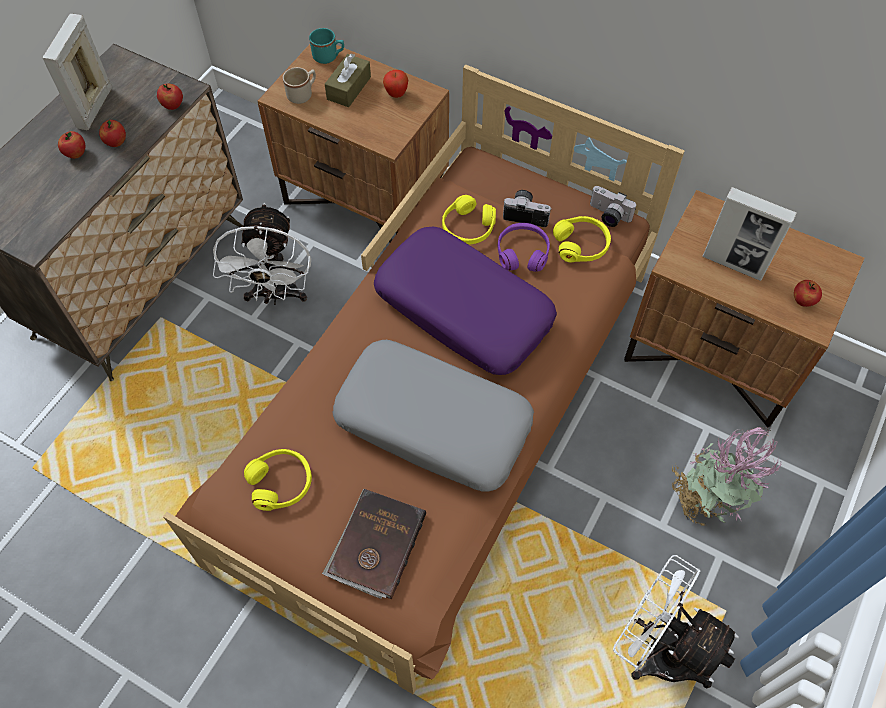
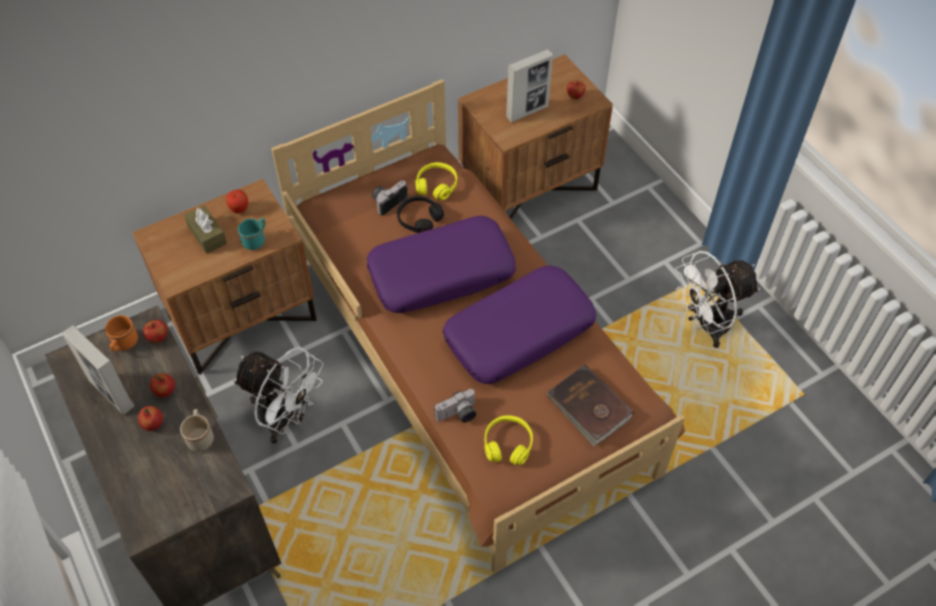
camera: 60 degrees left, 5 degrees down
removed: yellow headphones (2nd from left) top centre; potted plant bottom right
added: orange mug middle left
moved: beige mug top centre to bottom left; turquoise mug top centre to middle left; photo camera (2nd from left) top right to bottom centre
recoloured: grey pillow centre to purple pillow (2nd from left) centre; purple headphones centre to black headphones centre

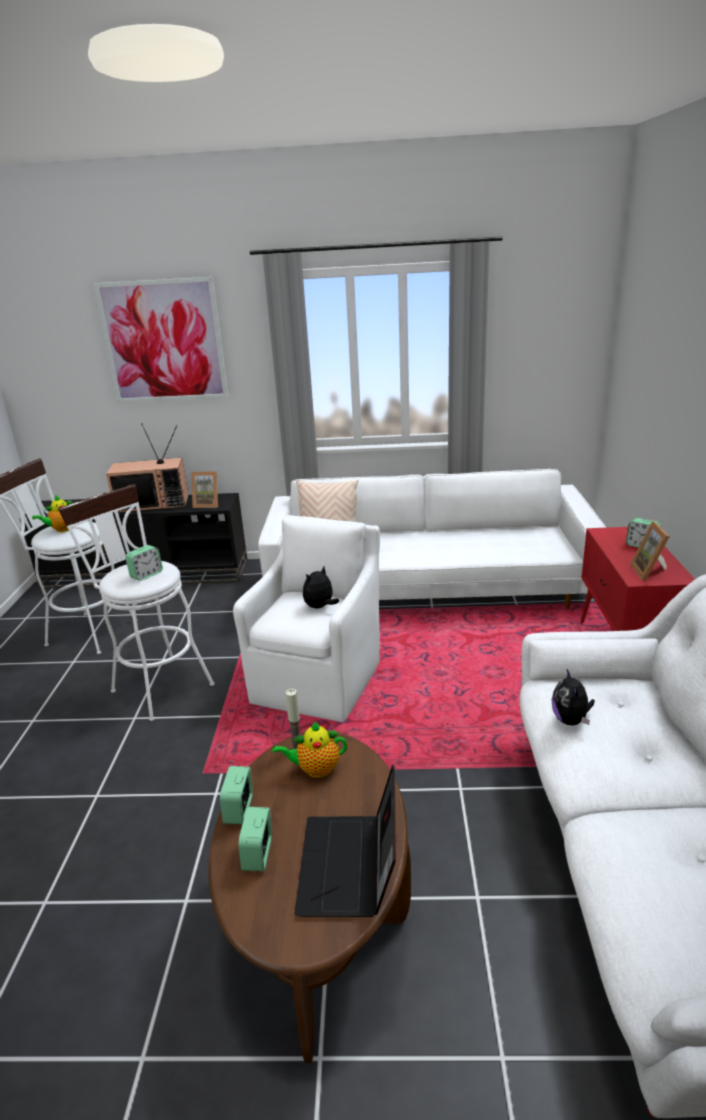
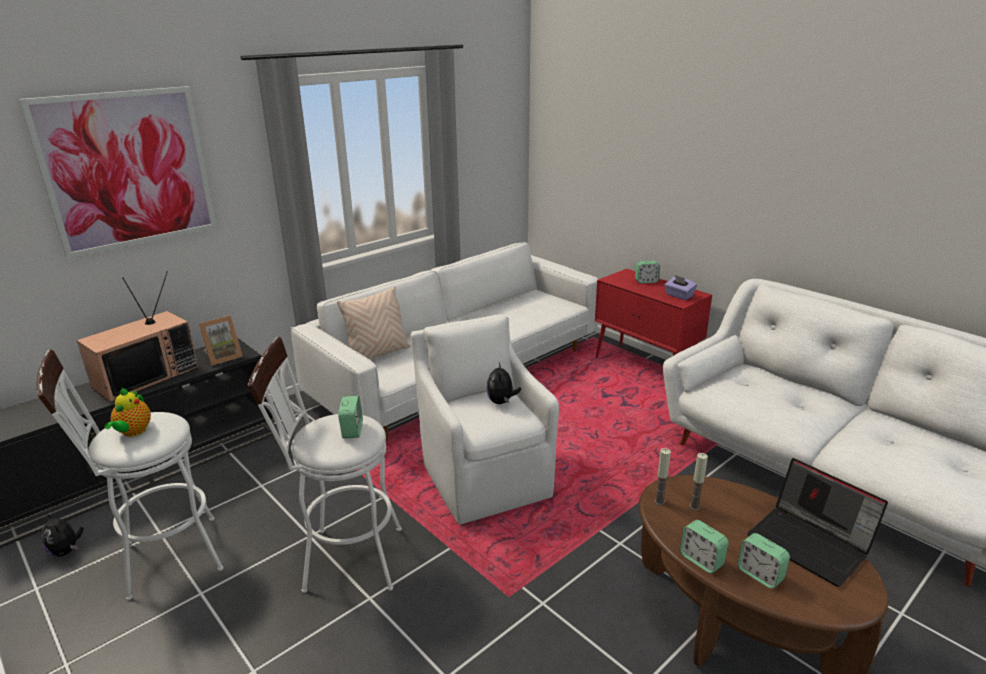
camera: 45 degrees left, 0 degrees up
moved: plush toy (2nd from left in the first image) middle right to plush toy (1st from left) bottom left
replaced: teapot (2nd from left) bottom centre to candle (2nd from left) bottom right; picture frame (2nd from left) middle right to purple tissue box middle right

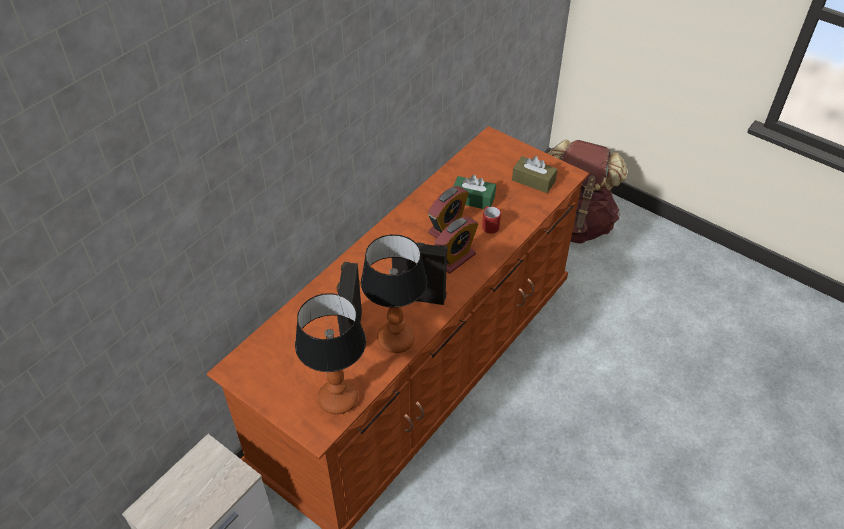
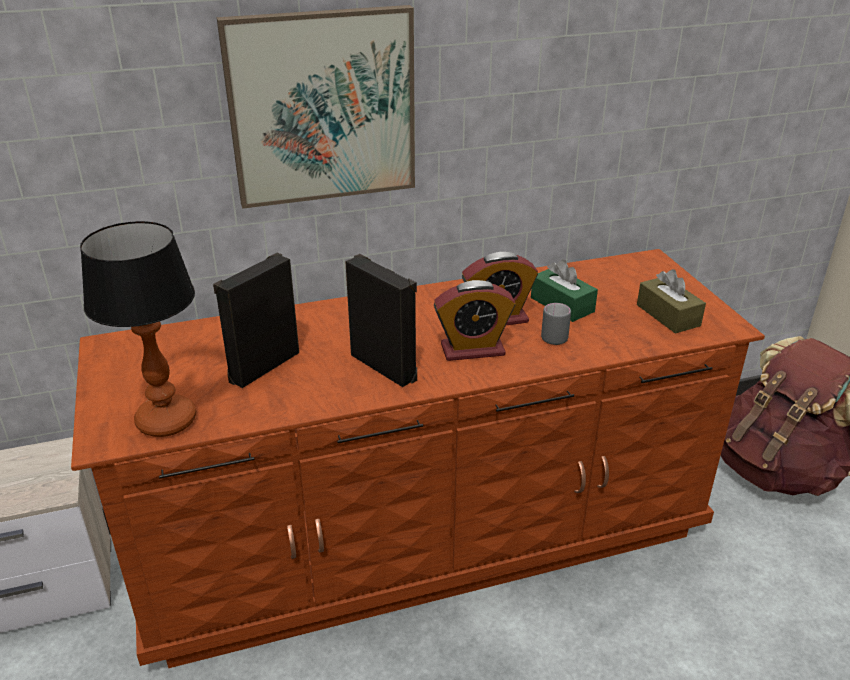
camera: 35 degrees right, 15 degrees down
removed: table lamp (2nd from left) centre
added: picture top centre
recoloured: red mug centre to grey mug centre

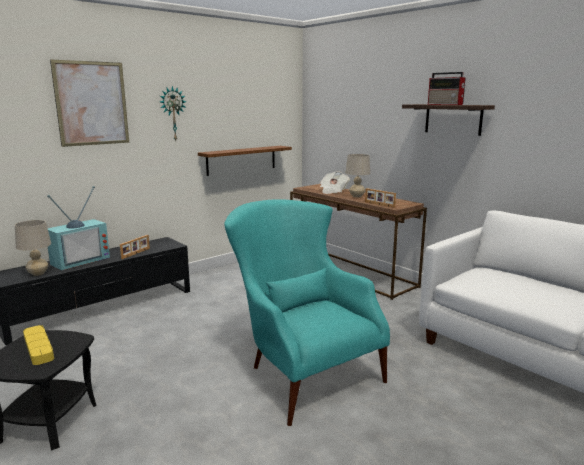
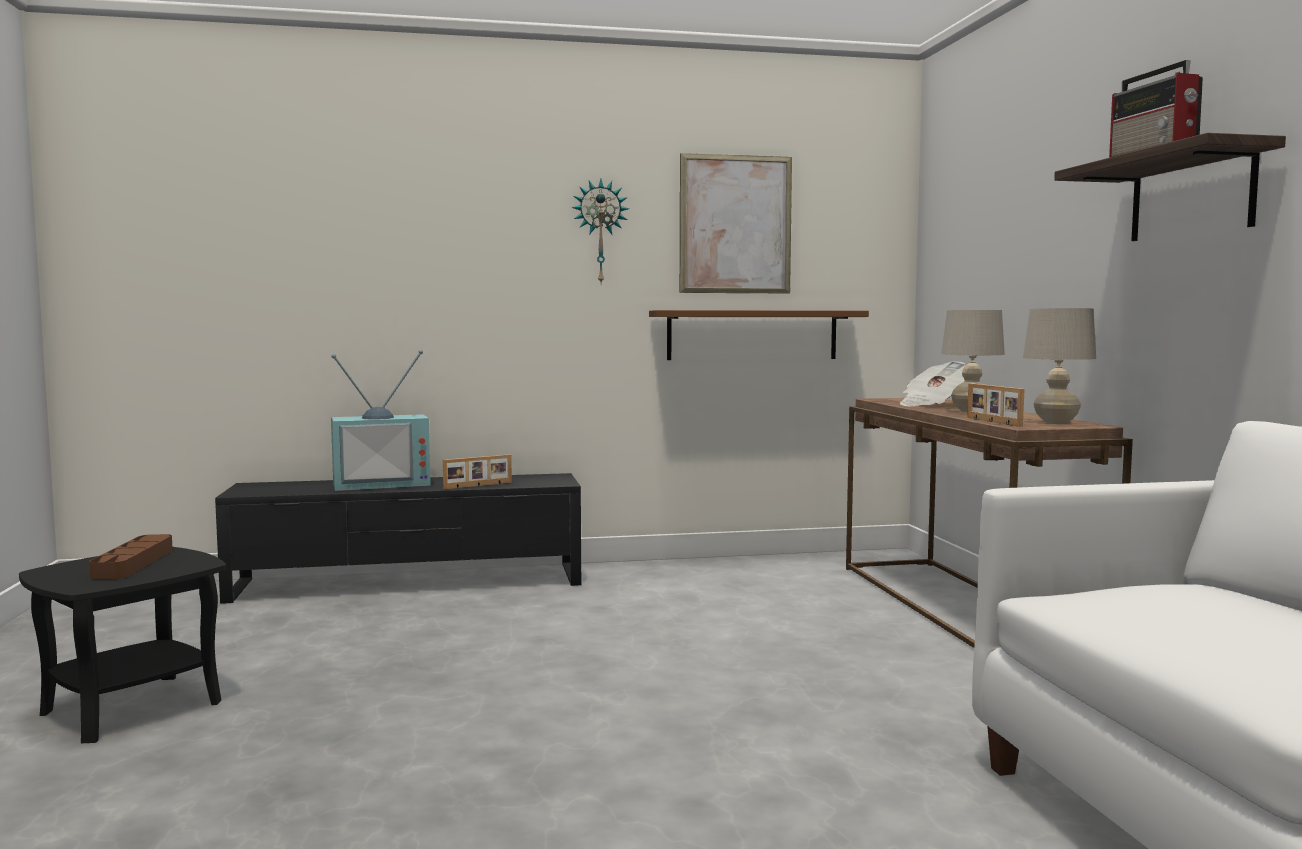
camera: 30 degrees right, 10 degrees down
removed: turquoise armchair bottom centre
moved: beige table lamp (1st from left in the first image) middle left to beige table lamp (2nd from left) middle right; picture top left to top centre
recoloured: yellow tray bottom left to brown tray middle left

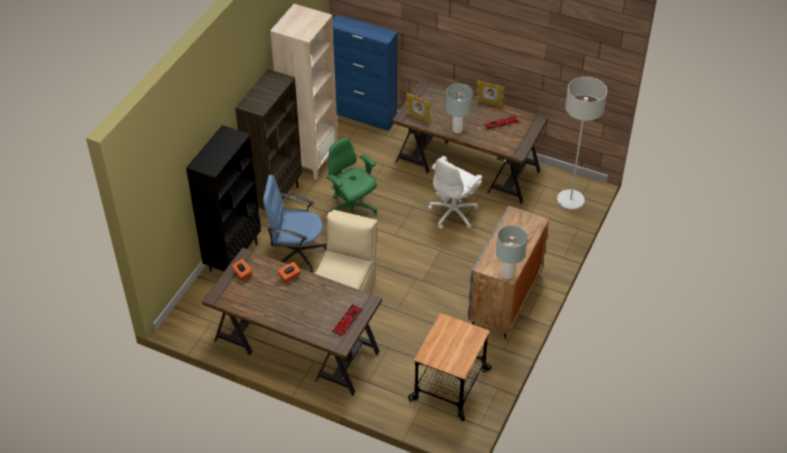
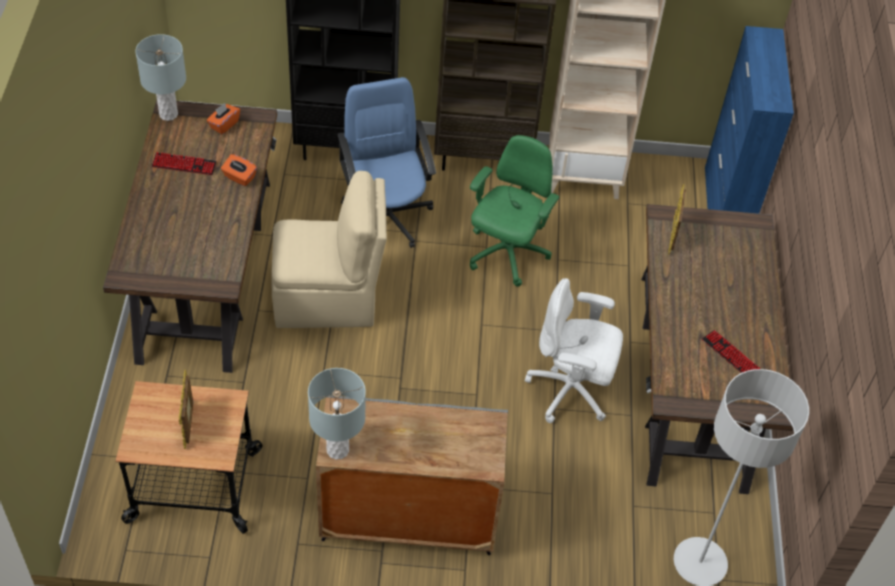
camera: 65 degrees right, 5 degrees up
moved: keyboard (1st from left) bottom centre to top left; grey table lamp (1st from left) top centre to top left; picture frame (2nd from left in the first image) top centre to picture frame (1st from left) bottom left

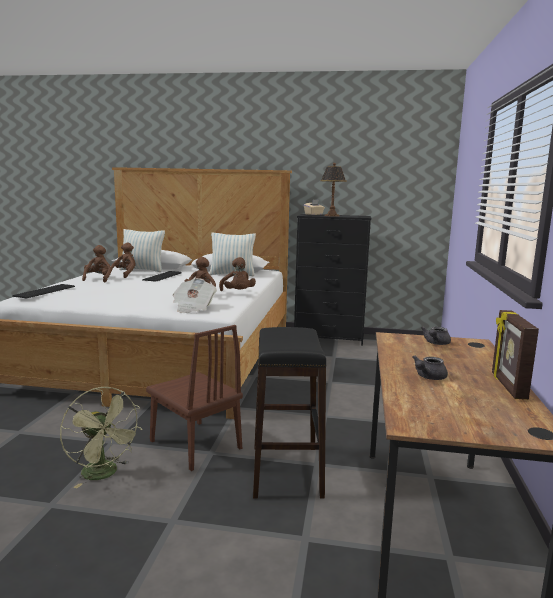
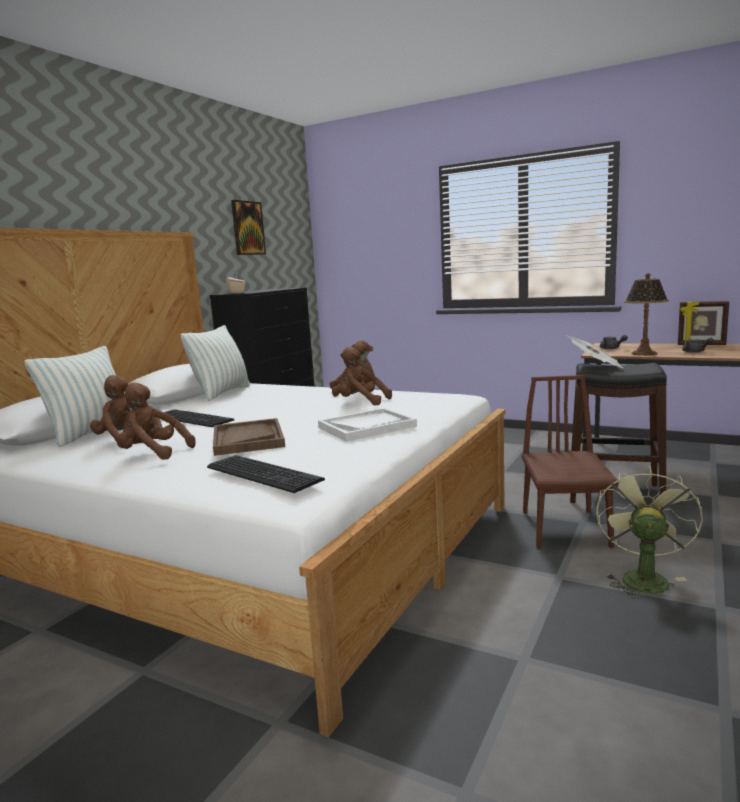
camera: 70 degrees left, 0 degrees up
added: brown tray centre; picture top centre; white tray centre
moved: newspaper centre to middle right; table lamp top centre to middle right
turned: green fan bottom left = middle right 45 degrees counterclockwise; brown chair centre = middle right 60 degrees counterclockwise

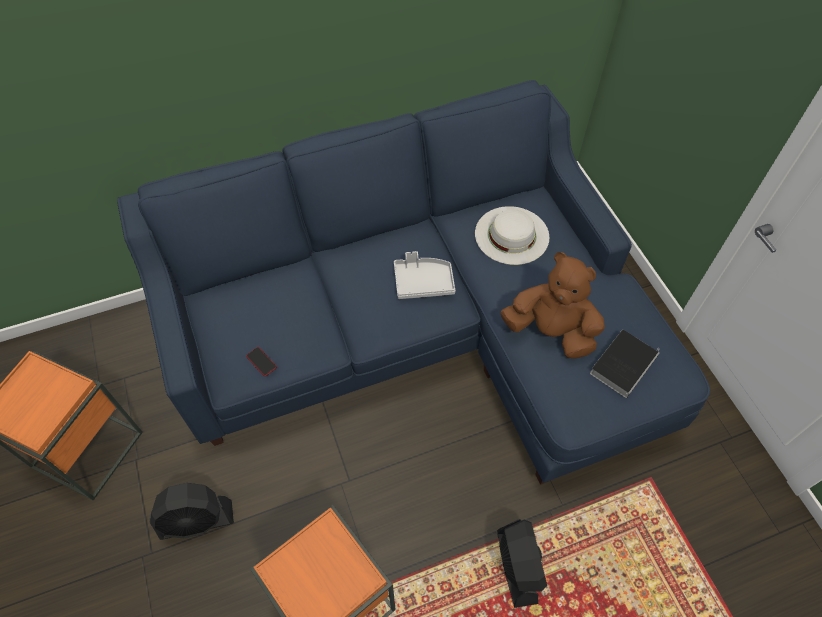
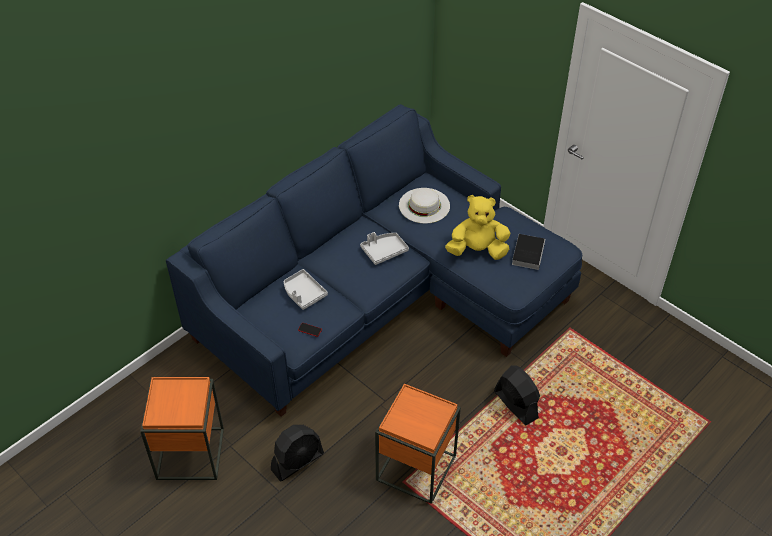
camera: 25 degrees left, 10 degrees down
added: grey tray (1st from left) centre
recoloured: brown plush toy middle right to yellow plush toy centre

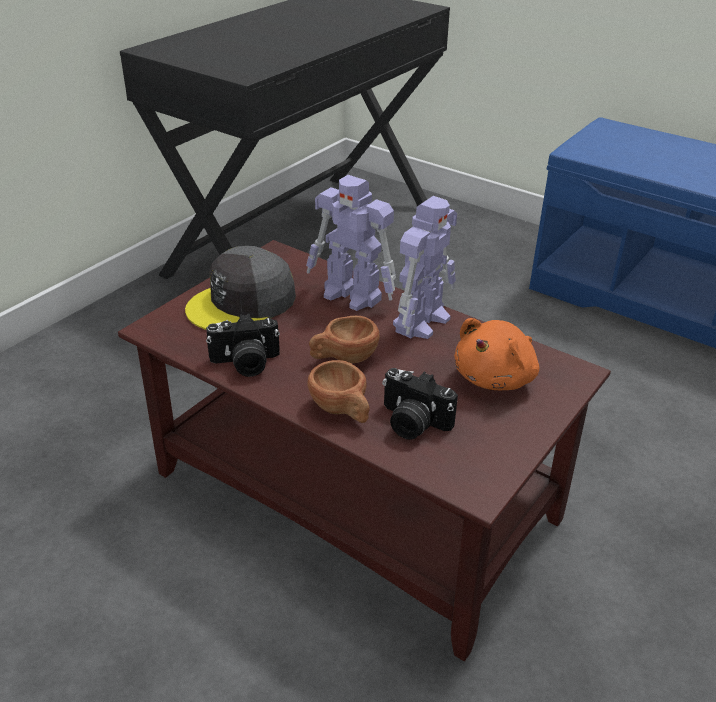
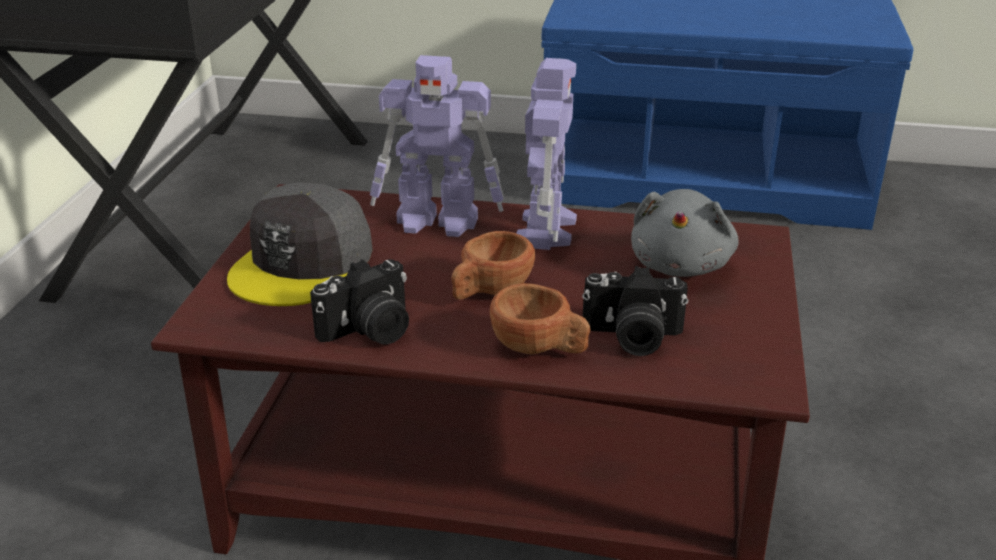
camera: 25 degrees left, 5 degrees down
recoloured: orange plush toy middle right to grey plush toy middle right

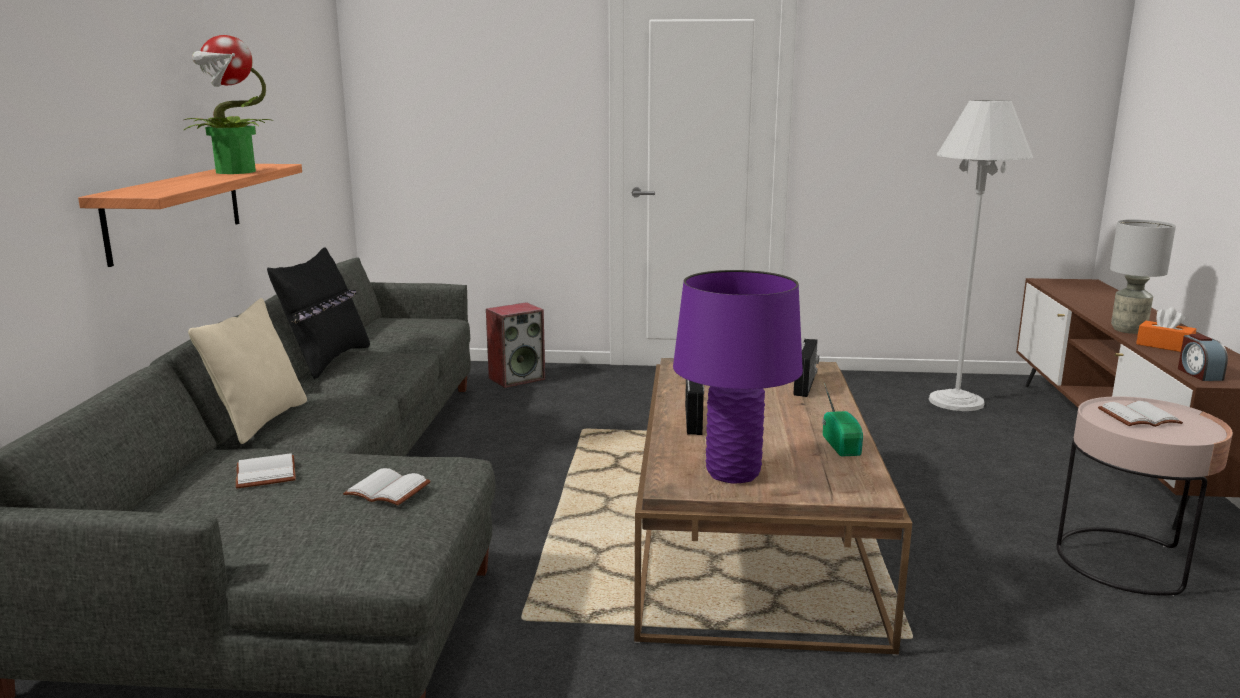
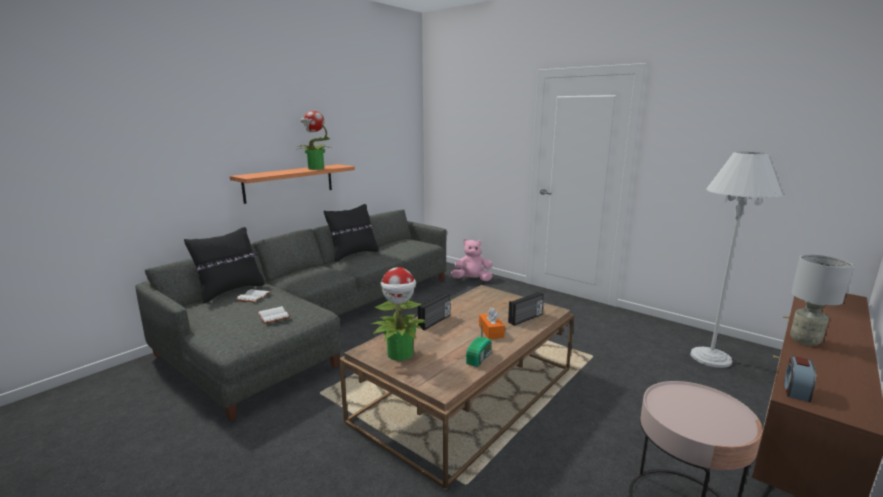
camera: 35 degrees right, 0 degrees up
removed: beige pillow middle left; white book (3rd from left) middle right
added: black pillow (1st from left) middle left
moved: orange tissue box middle right to centre
replaced: speaker centre to pink plush toy centre; purple table lamp centre to potted plant (2nd from left) centre

